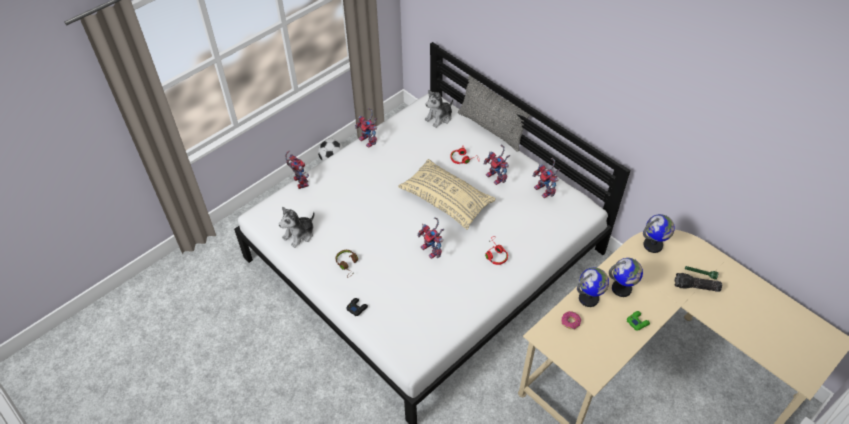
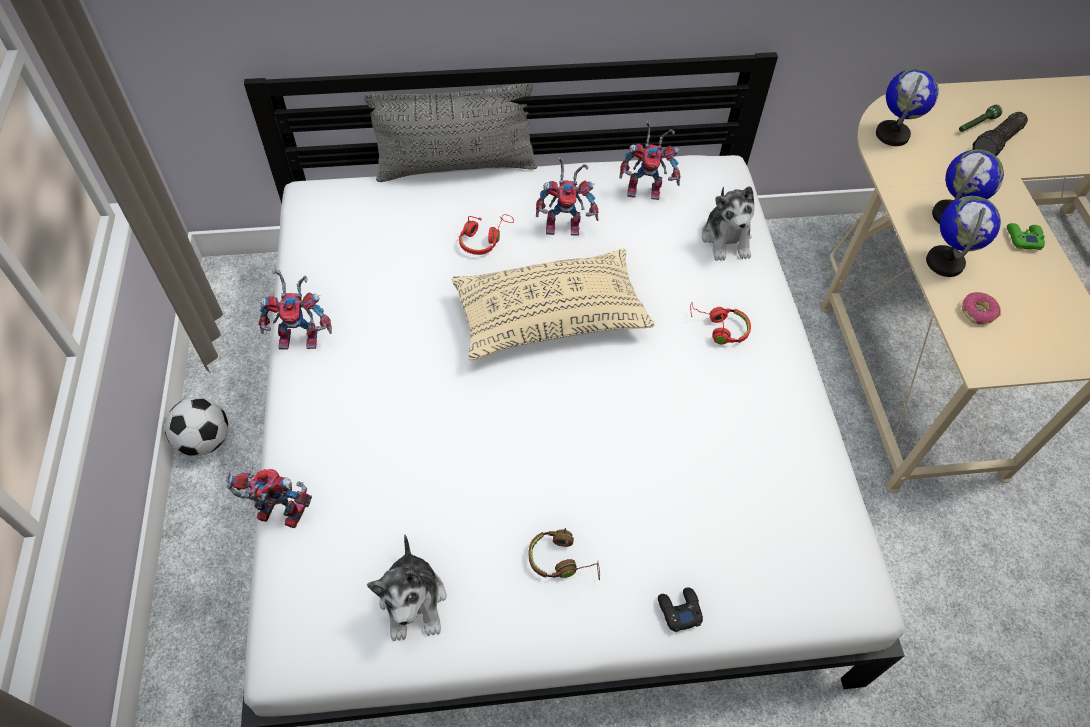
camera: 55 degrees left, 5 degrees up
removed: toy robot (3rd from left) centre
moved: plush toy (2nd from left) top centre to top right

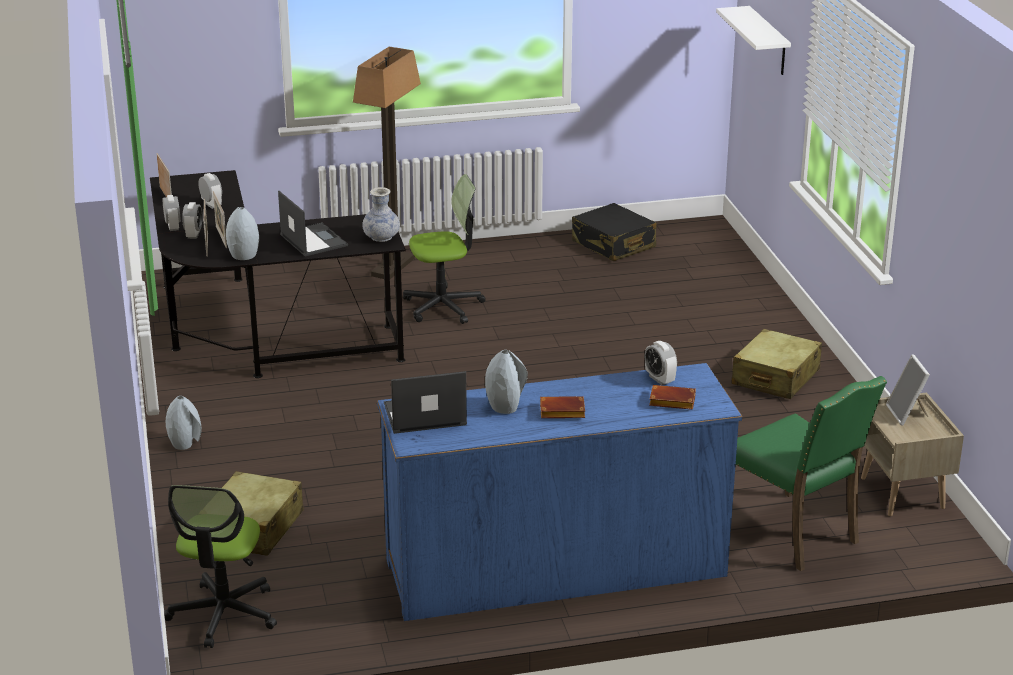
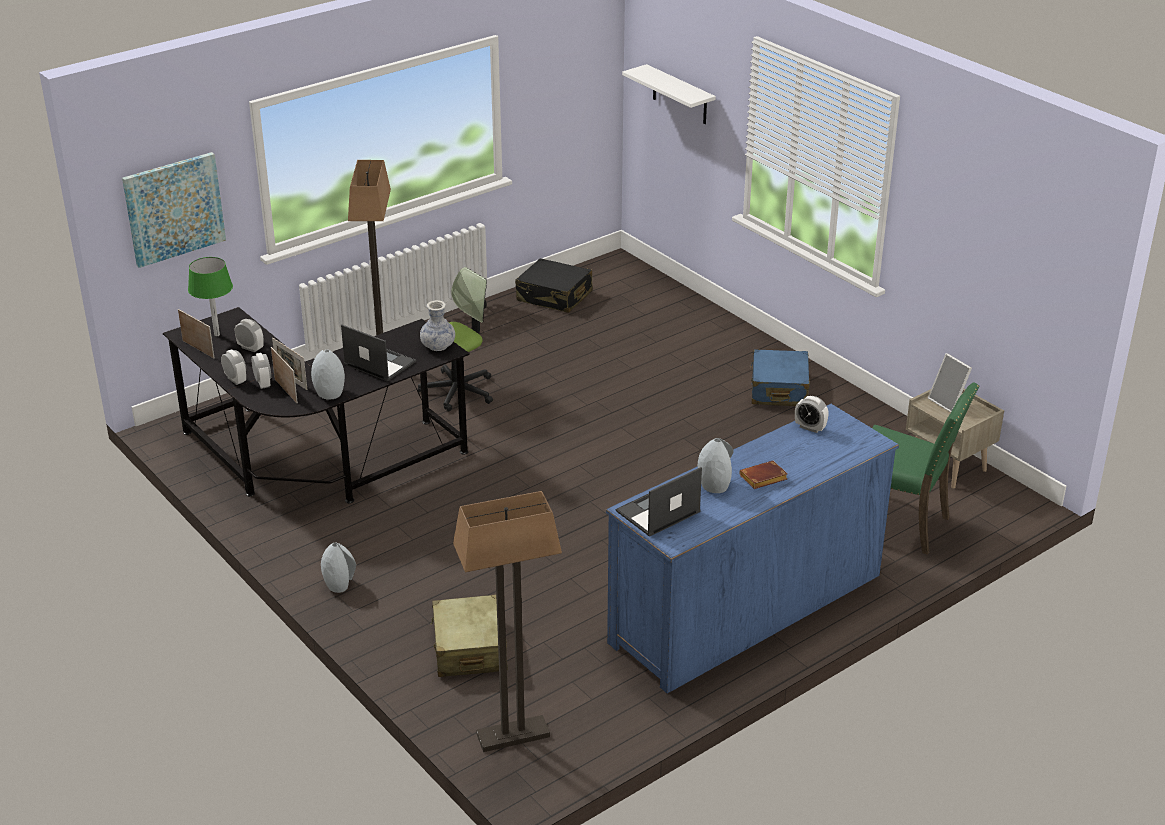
camera: 25 degrees left, 5 degrees up
removed: brown book (2nd from left) centre
added: picture top left; green table lamp middle left
replaced: office chair (1st from left) bottom left to floor lamp (2nd from left) bottom centre
recoloured: beige suitcase (2nd from left) middle right to blue suitcase middle right

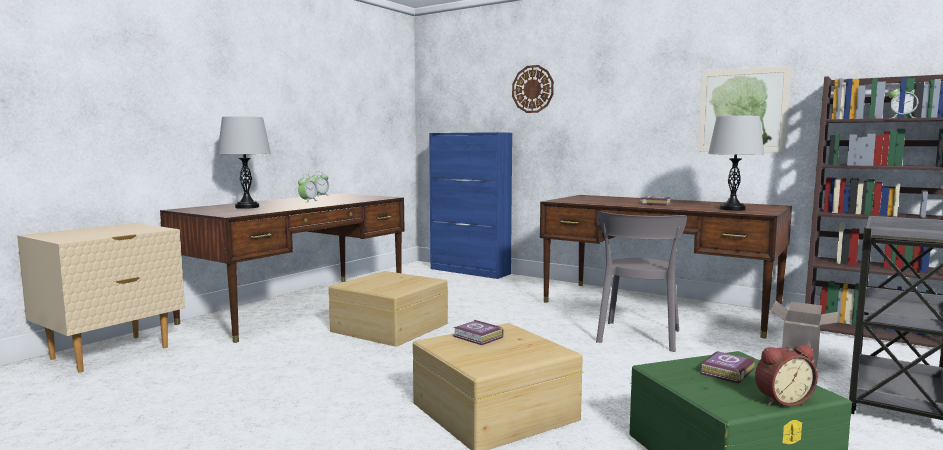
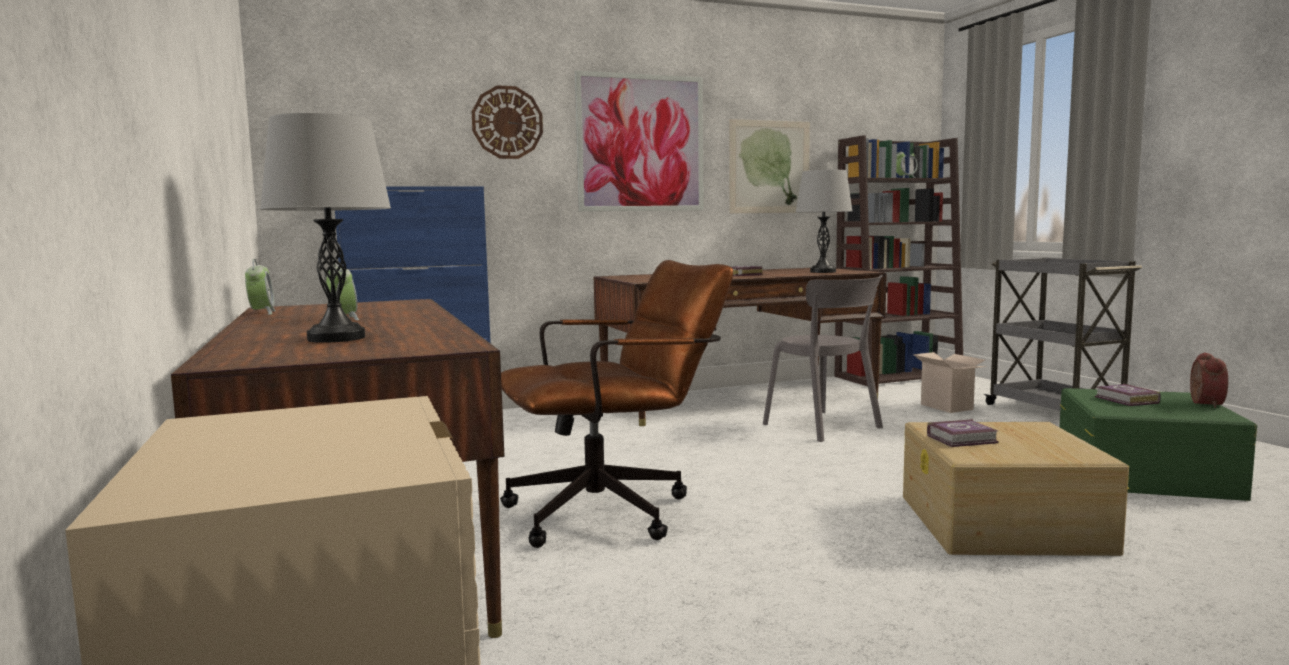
camera: 55 degrees left, 0 degrees up
added: picture (1st from left) top centre
replaced: beige storage box (1st from left) bottom centre to brown office chair centre

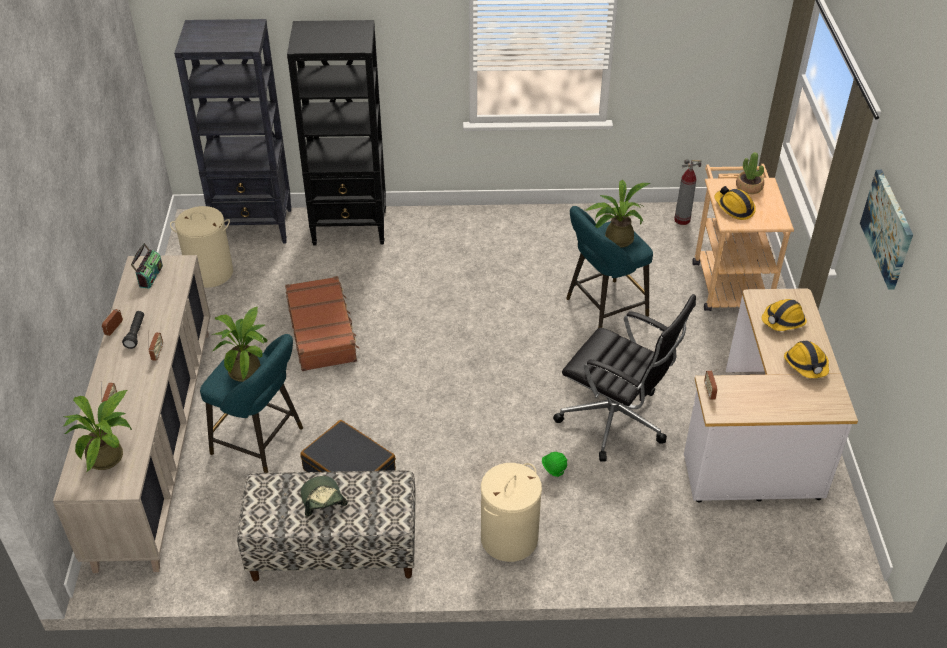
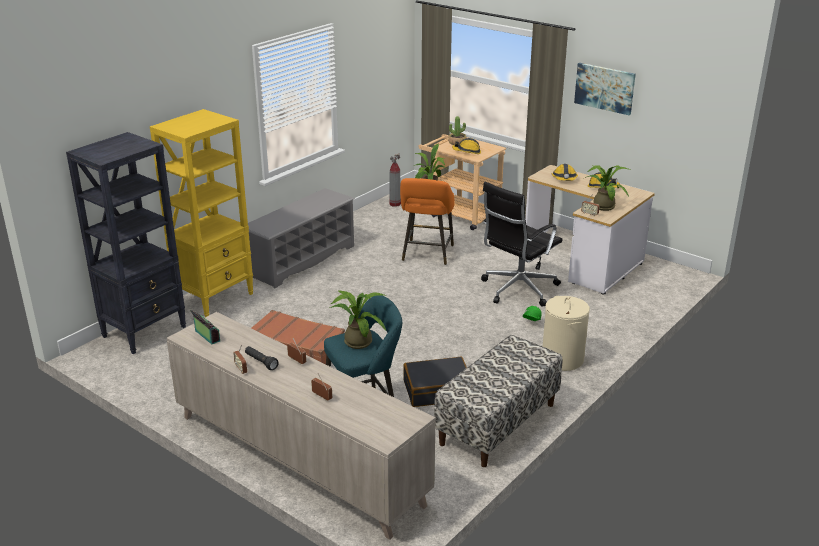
camera: 50 degrees left, 15 degrees down
removed: beige laundry basket (1st from left) middle left; cap bottom centre
added: grey shoe rack centre
moved: potted plant (1st from left in the first image) middle left to potted plant (4th from left) middle right
recoloured: black bookcase (2nd from left) top centre to yellow bookcase middle left; turquoise stool (2nd from left) centre to orange stool centre
turned: black office chair centre = centre 150 degrees clockwise

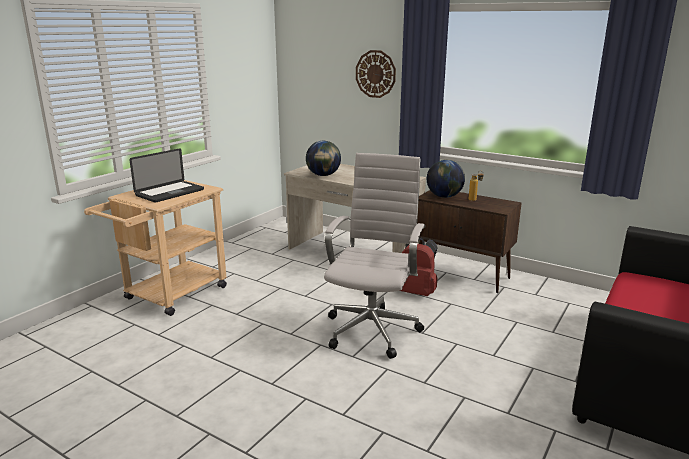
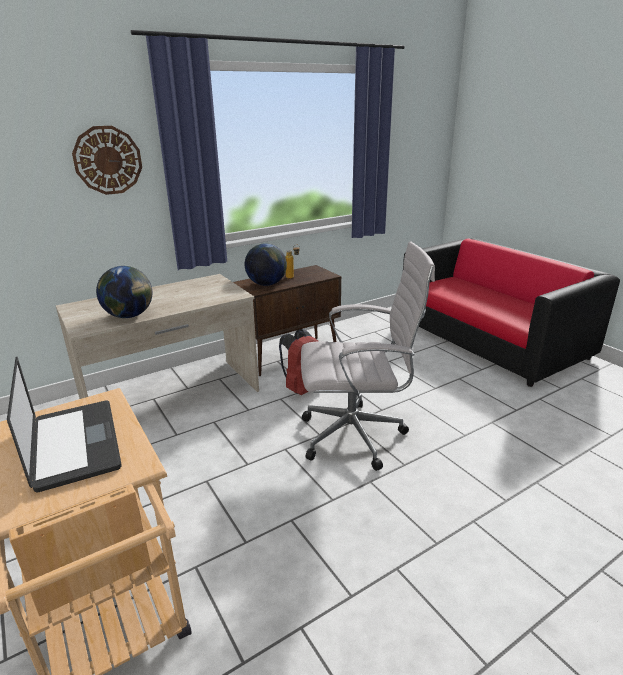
camera: 65 degrees left, 5 degrees up
turned: white office chair centre = centre 135 degrees clockwise

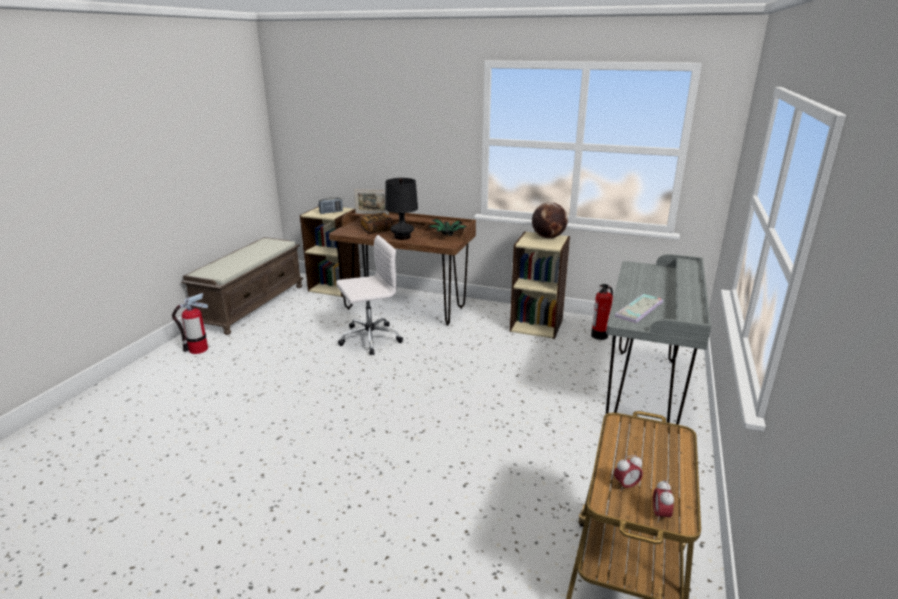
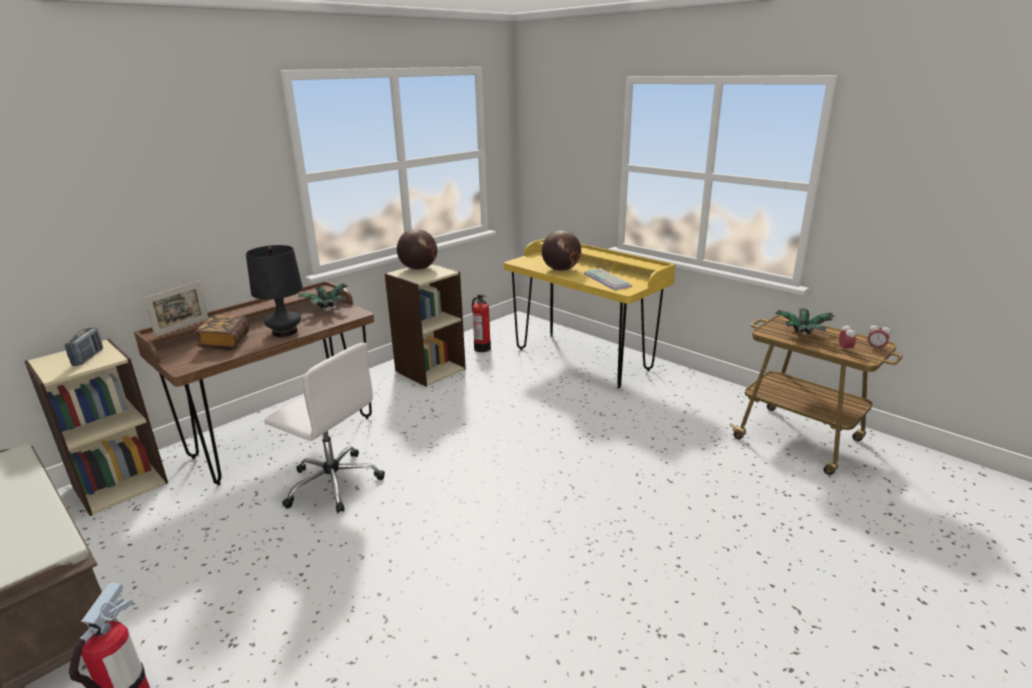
camera: 65 degrees left, 0 degrees up
added: globe (2nd from left) centre; potted plant (2nd from left) middle right
recoloured: grey desk middle right to yellow desk centre
turned: white office chair centre = middle left 120 degrees clockwise

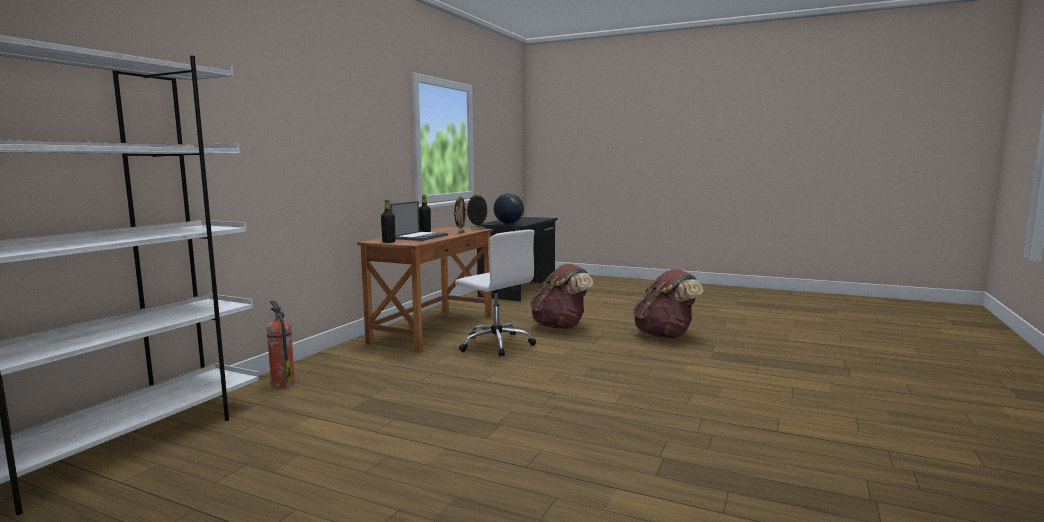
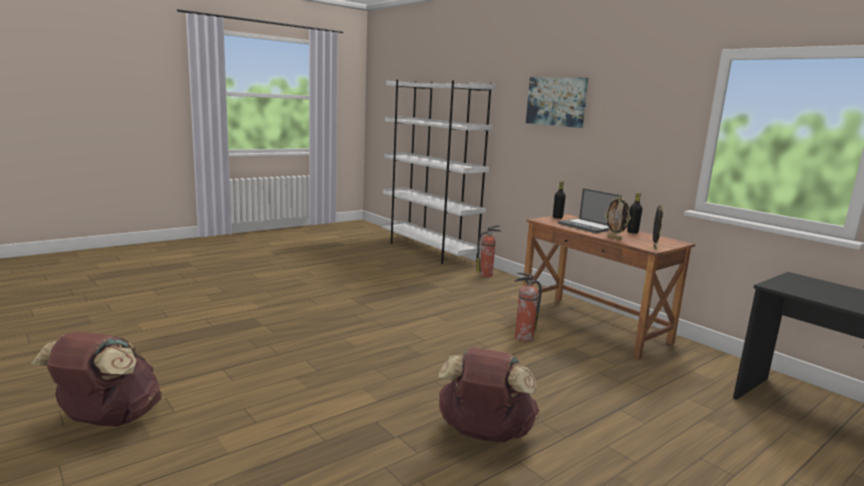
camera: 115 degrees right, 5 degrees up
removed: globe centre
added: picture top centre
moved: brown backpack (1st from left) centre to bottom left
replaced: white office chair centre to fire extinguisher (2nd from left) centre

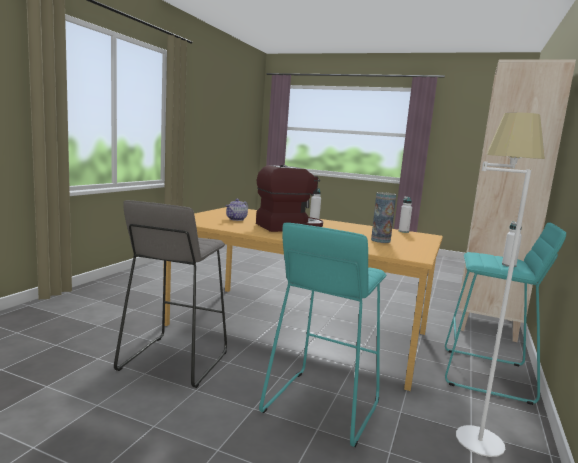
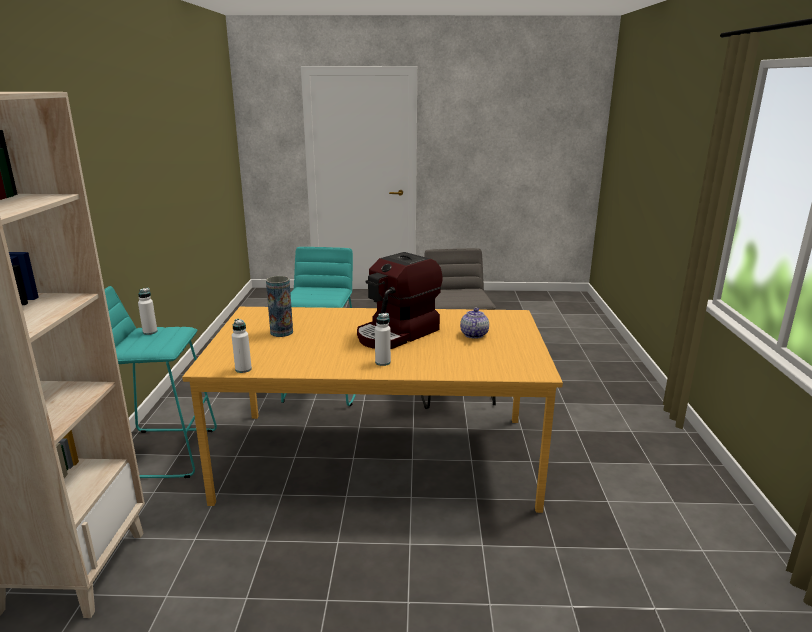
camera: 160 degrees right, 10 degrees up
removed: white floor lamp middle right

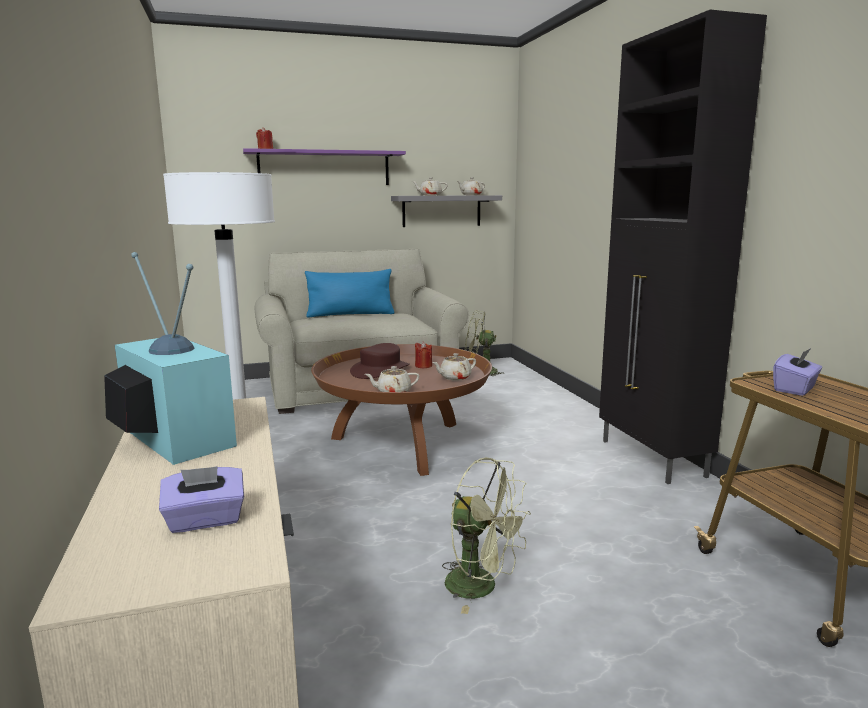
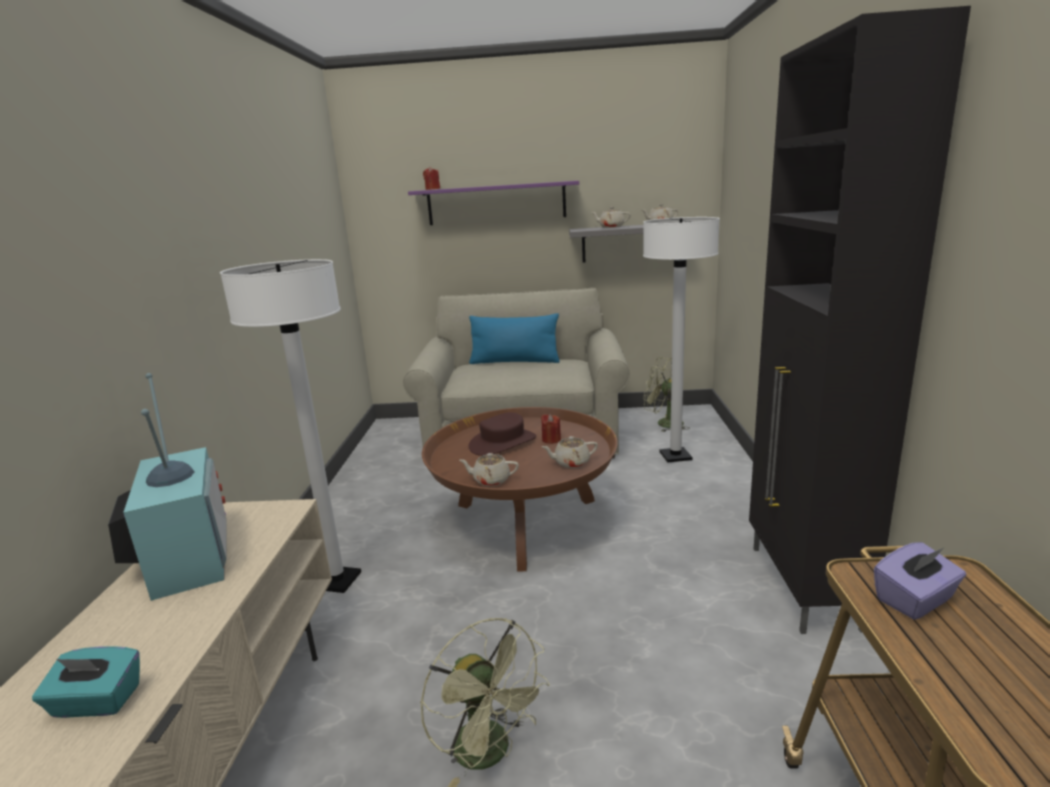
camera: 20 degrees right, 5 degrees up
added: white floor lamp (2nd from left) centre
recoloured: purple tissue box (1st from left) bottom left to turquoise tissue box bottom left

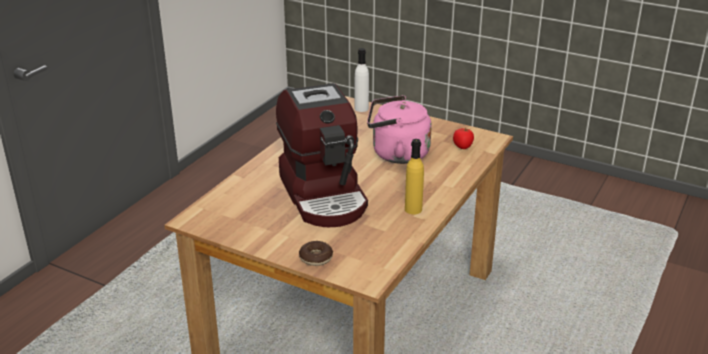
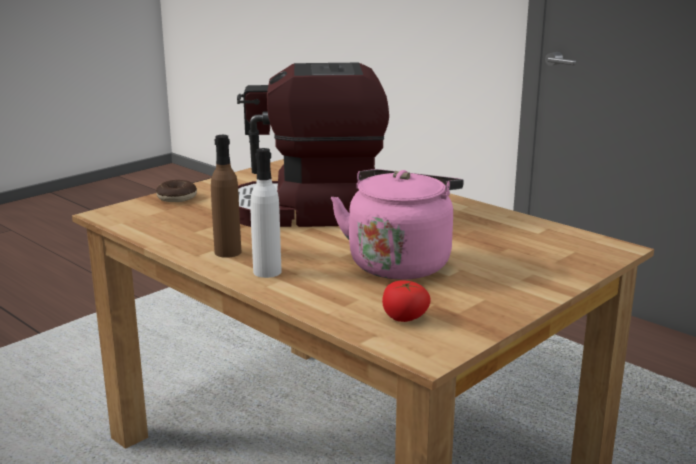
camera: 105 degrees right, 10 degrees down
moved: white bottle top centre to centre
recoloured: yellow bottle centre to brown bottle middle left

